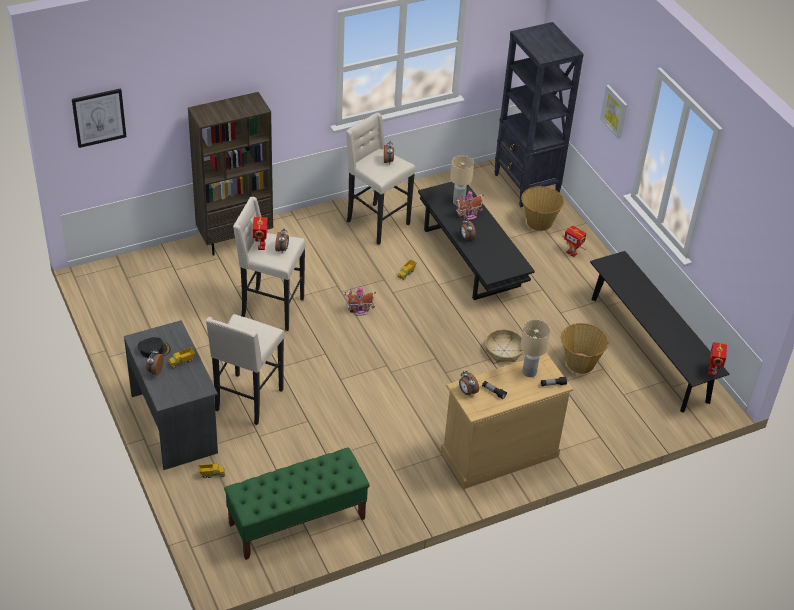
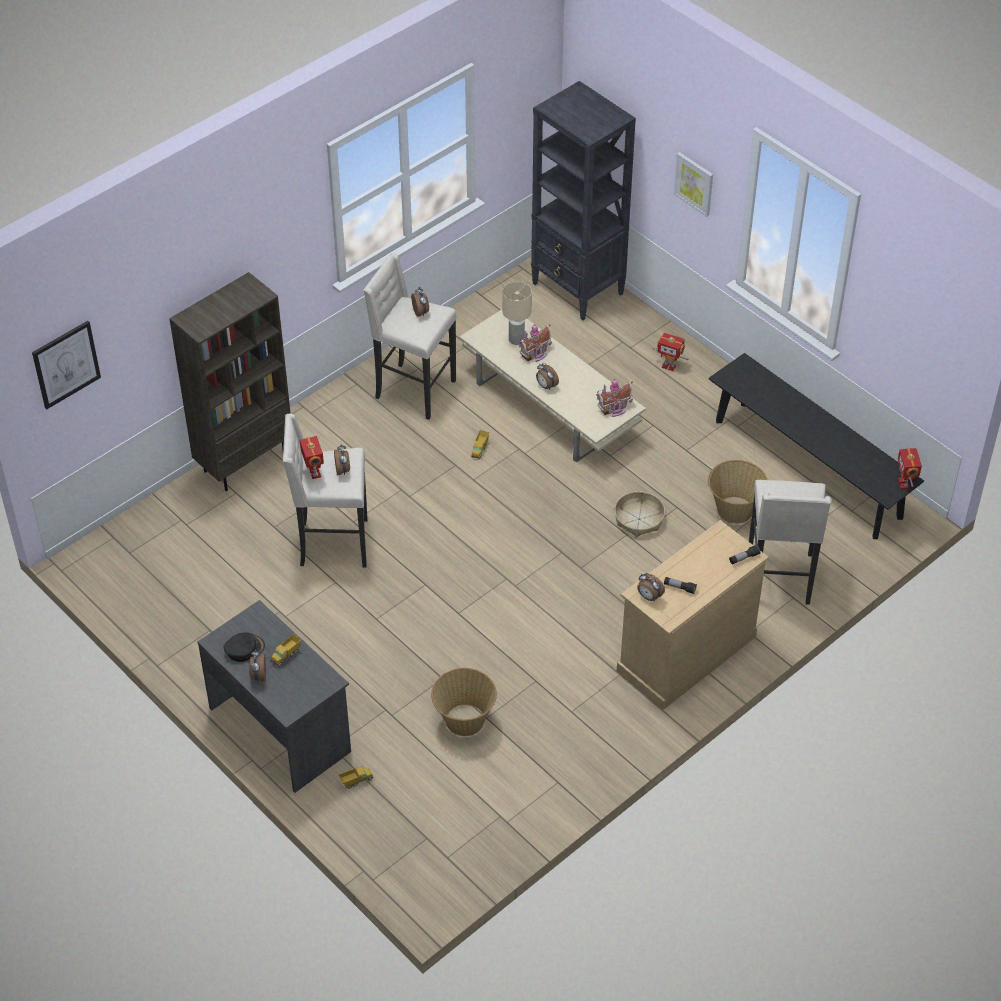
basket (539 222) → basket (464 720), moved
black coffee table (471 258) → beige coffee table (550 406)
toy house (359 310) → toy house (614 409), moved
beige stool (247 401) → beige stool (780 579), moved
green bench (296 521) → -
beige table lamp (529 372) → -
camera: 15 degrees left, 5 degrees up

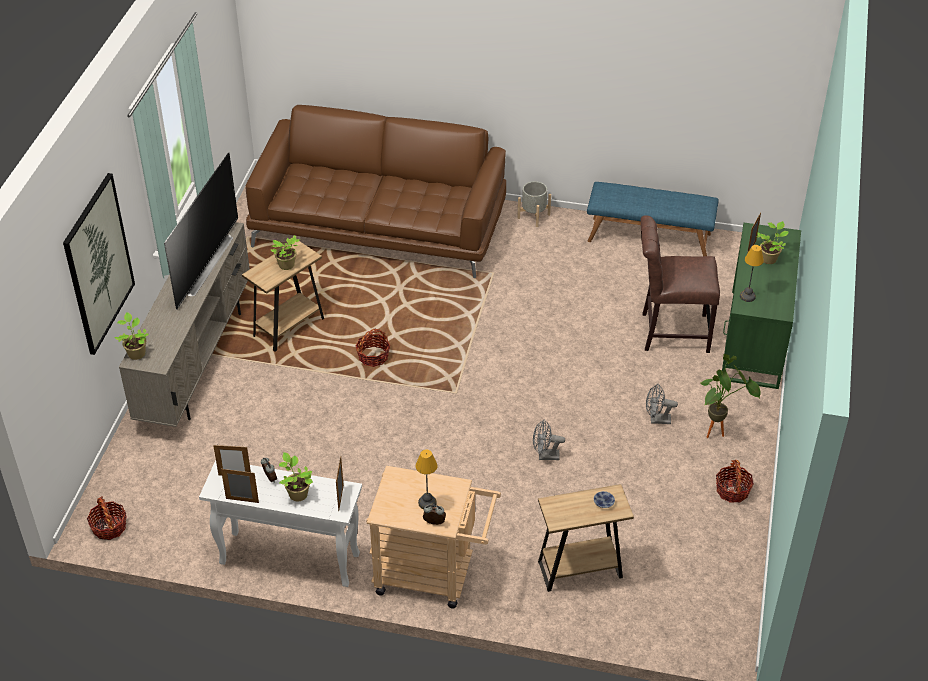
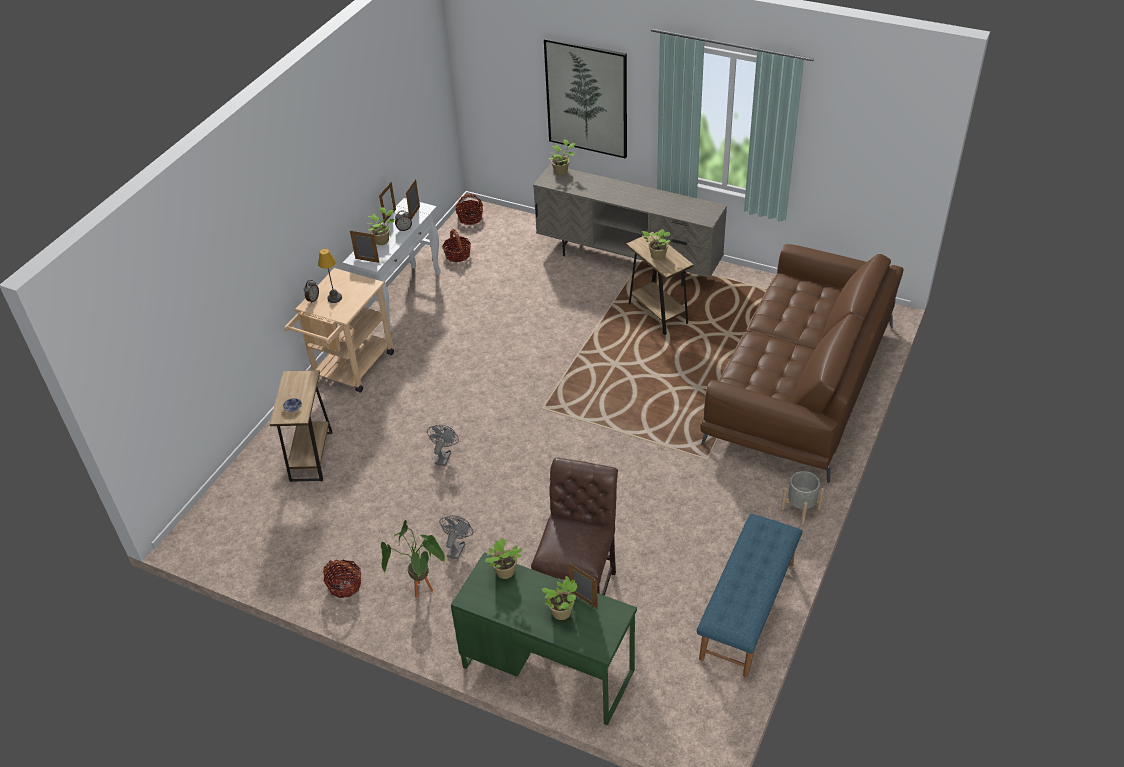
basket (373 356) → basket (458 255), moved
table lamp (747 296) → potted plant (504 573)
television (203 263) → -
camera: 105 degrees right, 0 degrees up

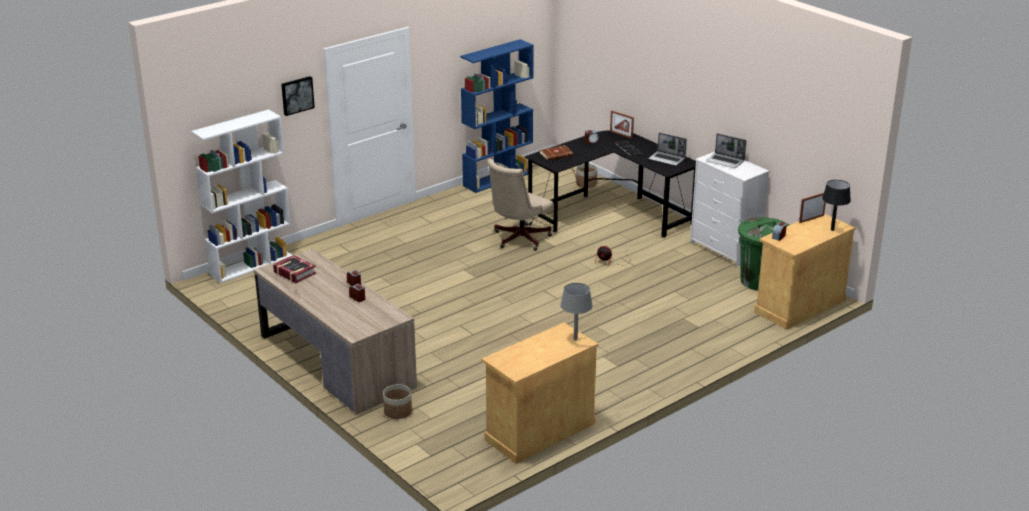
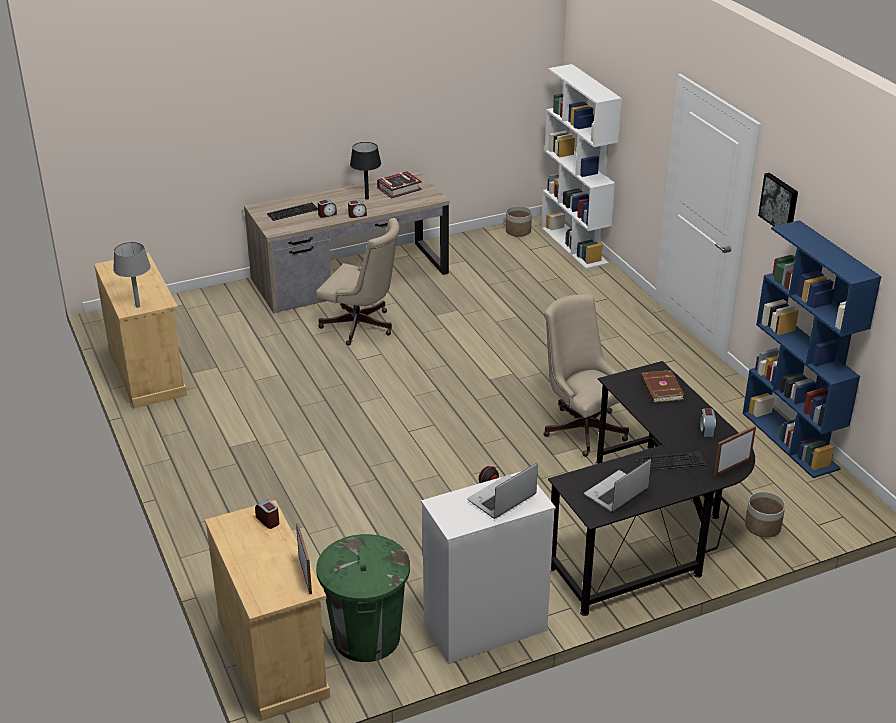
- → keyboard (293 211)
- → beige office chair (362 327)
black table lamp (832 230) → black table lamp (366 198), moved
planter (397 411) → planter (518 231), moved
picture (297 95) → picture (780 203), moved
camera: 105 degrees right, 5 degrees up

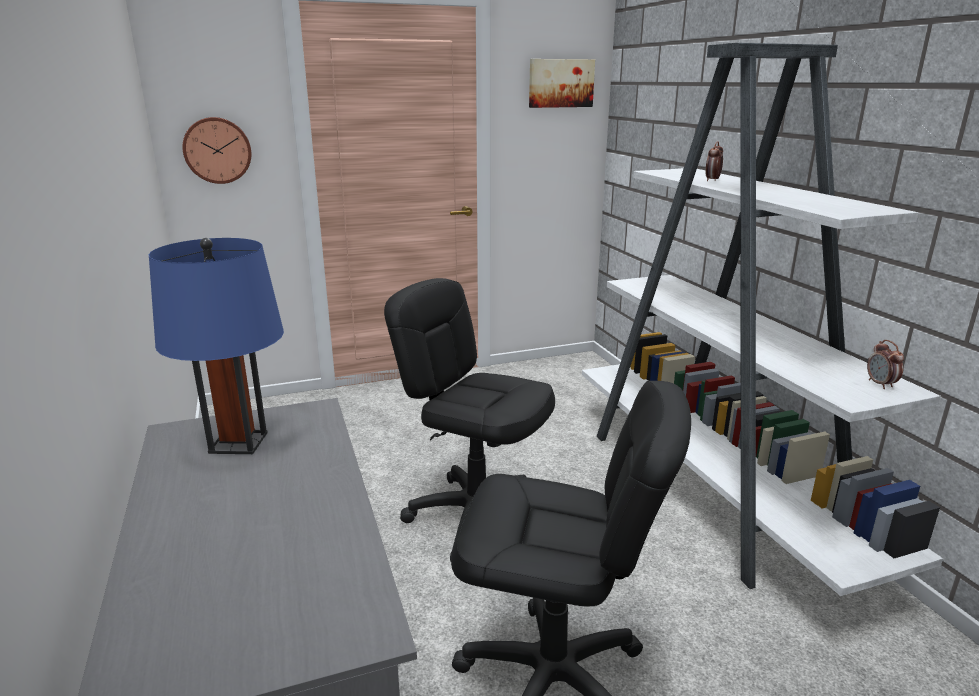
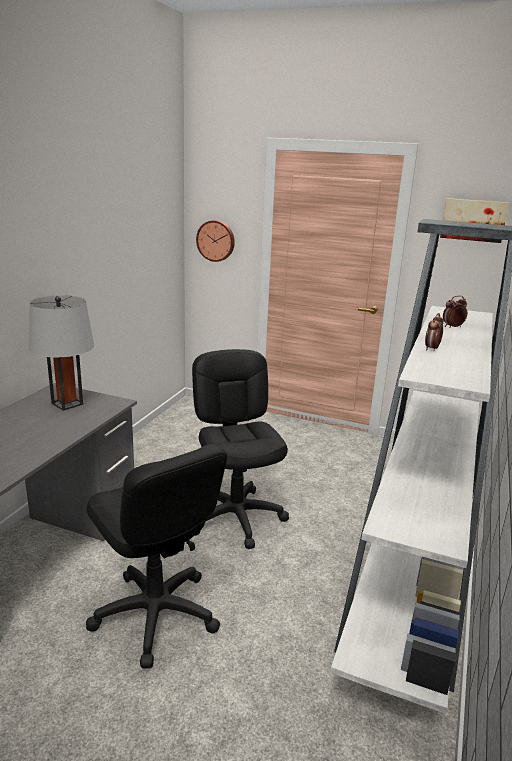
blue table lamp (238 443) → grey table lamp (67 403)
alarm clock (880 384) → alarm clock (432 349), moved
camera: 40 degrees right, 0 degrees up

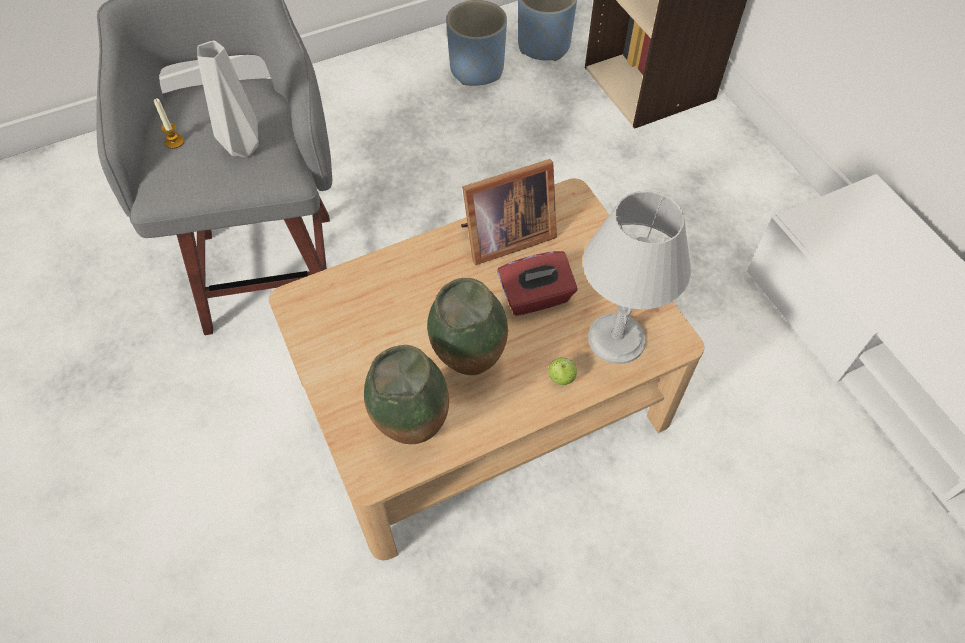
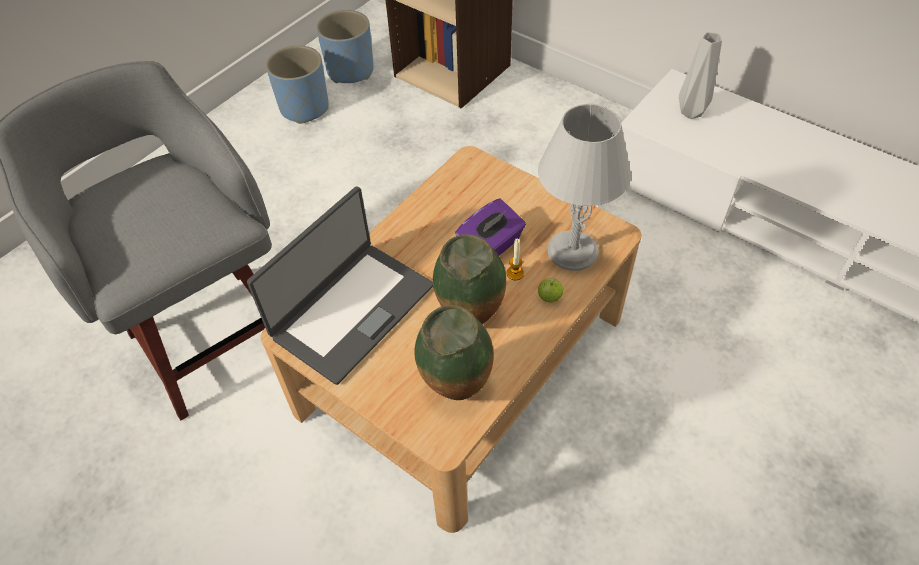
- → laptop (351 310)
red tissue box (536 297) → purple tissue box (491 246)
candle (174 142) → candle (515 273), moved
grey vase (242 149) → grey vase (692 113), moved
picture frame (503 237) → -
camera: 25 degrees left, 5 degrees down

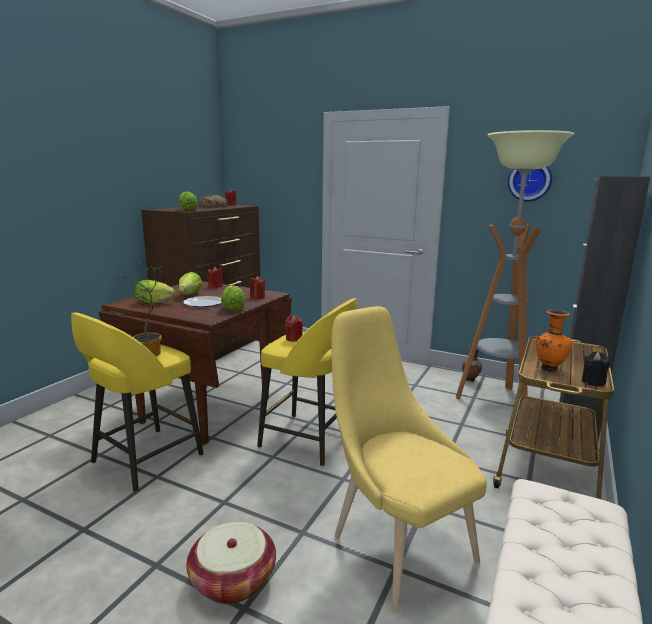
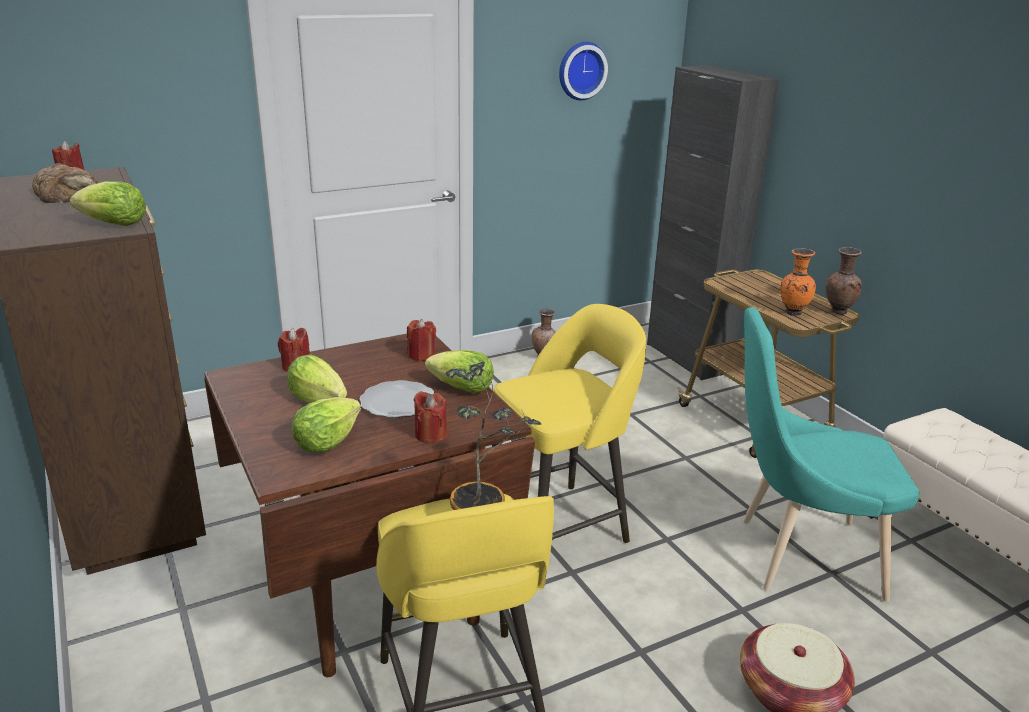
red candle (294 338) → red candle (430 434), moved
yellow chair (396 543) → turquoise chair (798 556)
black candle (593 382) → brown vase (837 311)
floor lamp (496 400) → -
camera: 55 degrees left, 10 degrees up

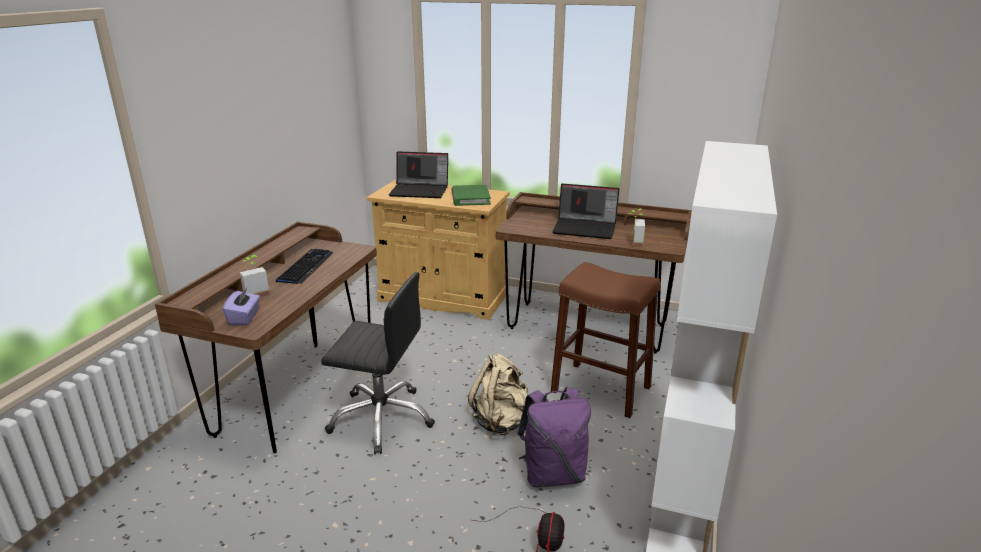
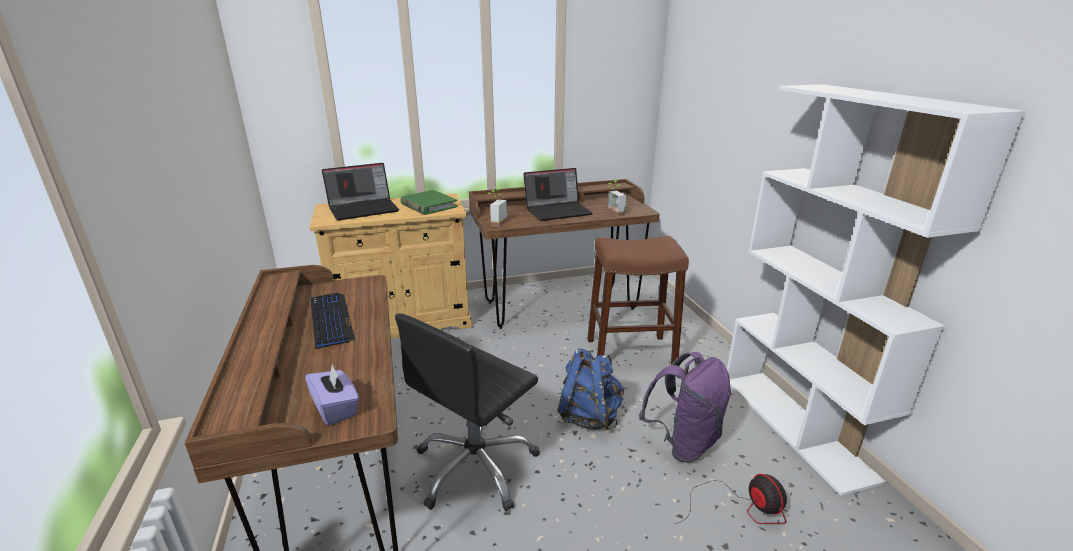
black office chair (381 418) → black office chair (476 467), 150 degrees clockwise
potted plant (255 294) → potted plant (495 223), moved
beige backpack (501 421) → blue backpack (589 416)
camera: 35 degrees left, 0 degrees up

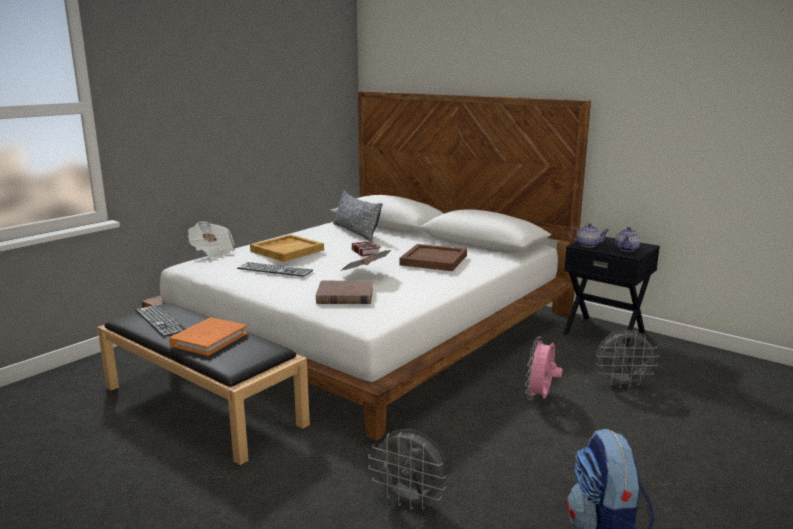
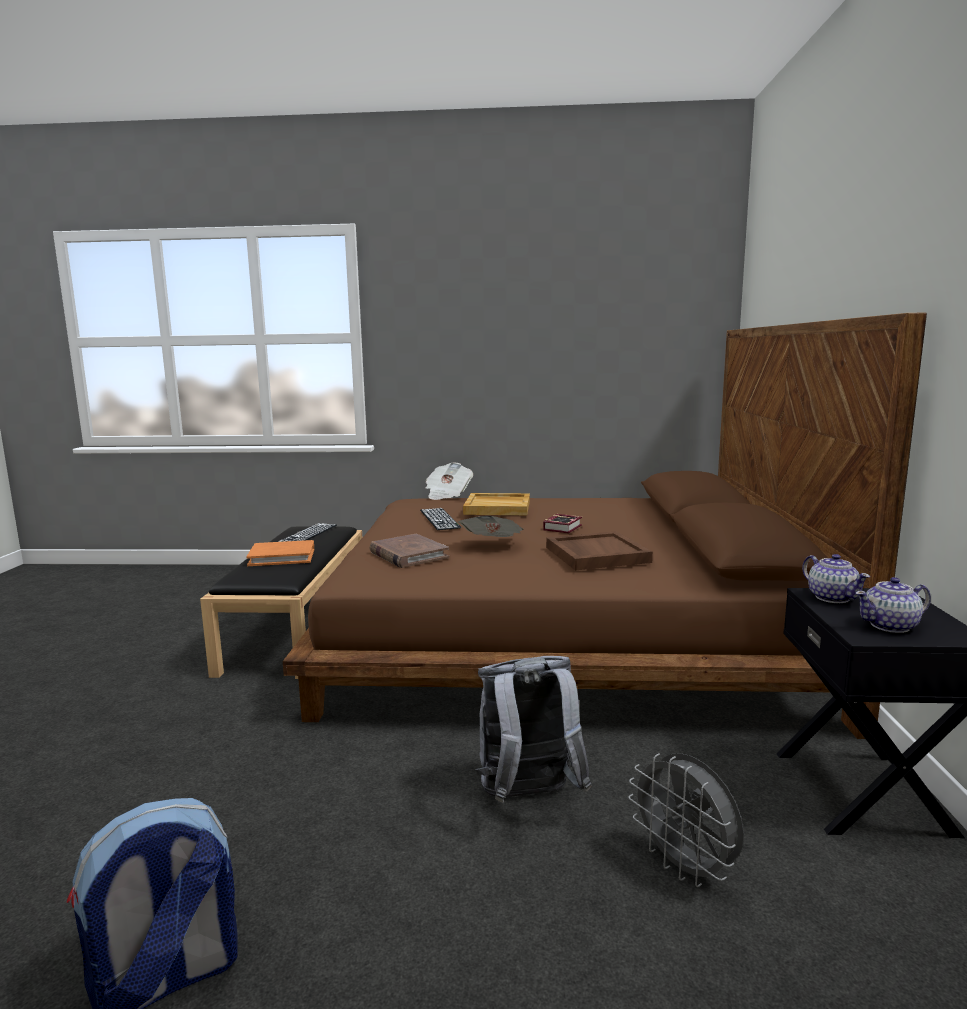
white bed (370 326) → brown bed (560 628)
pink fan (540 398) → grey backpack (528 797)
pillow (356 232) → -
grey fan (410 501) → -
camera: 55 degrees right, 5 degrees down

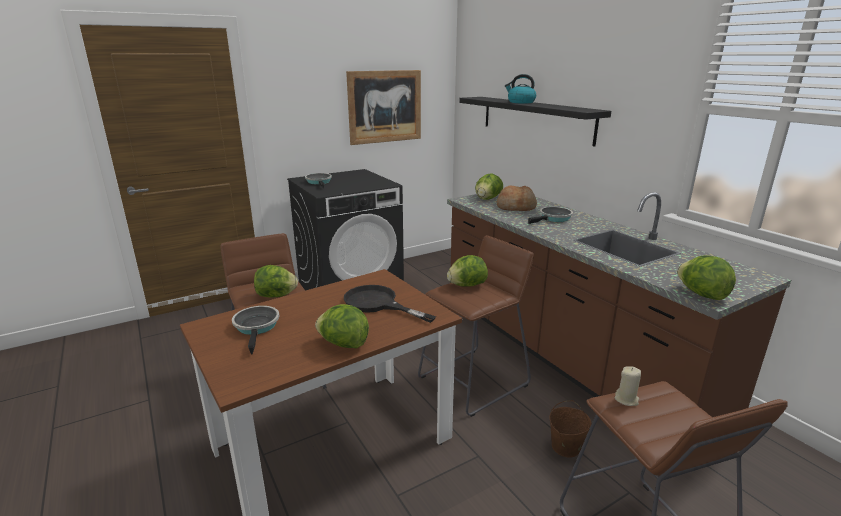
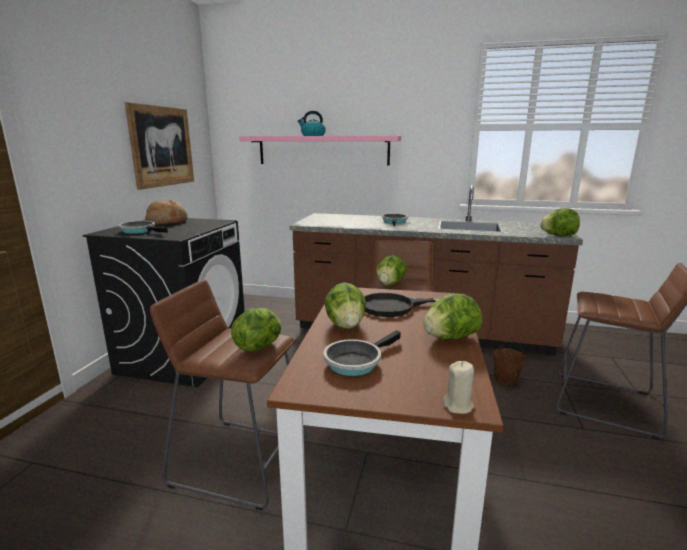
bread (516 207) → bread (167 222), moved
black shelf (535 119) → pink shelf (323 150)
frying pan (257 327) → frying pan (356 361), 75 degrees counterclockwise
lettuce (487 199) → lettuce (346 325), moved
beige candle (626 399) → beige candle (458 406), moved
camera: 45 degrees left, 5 degrees down

